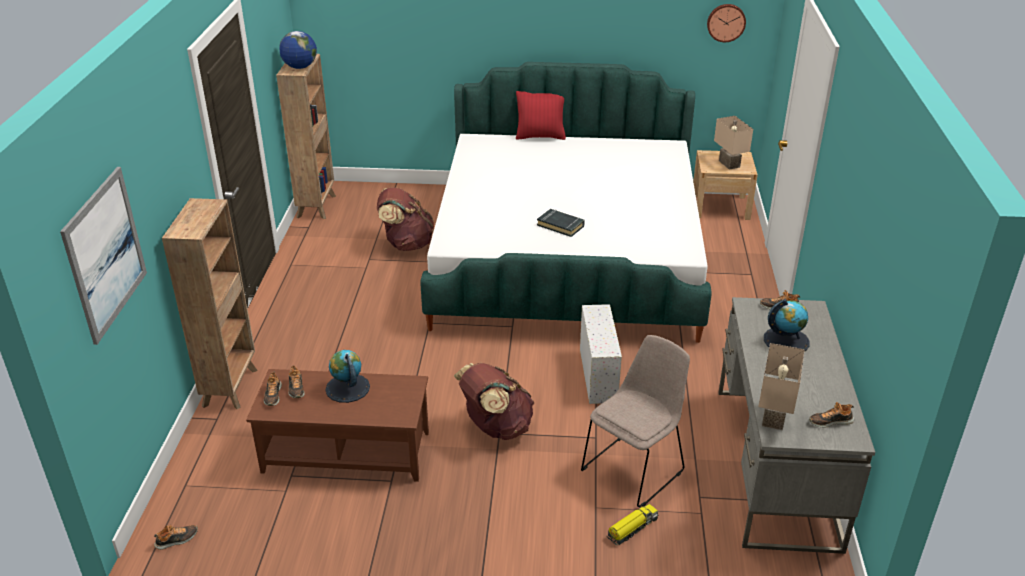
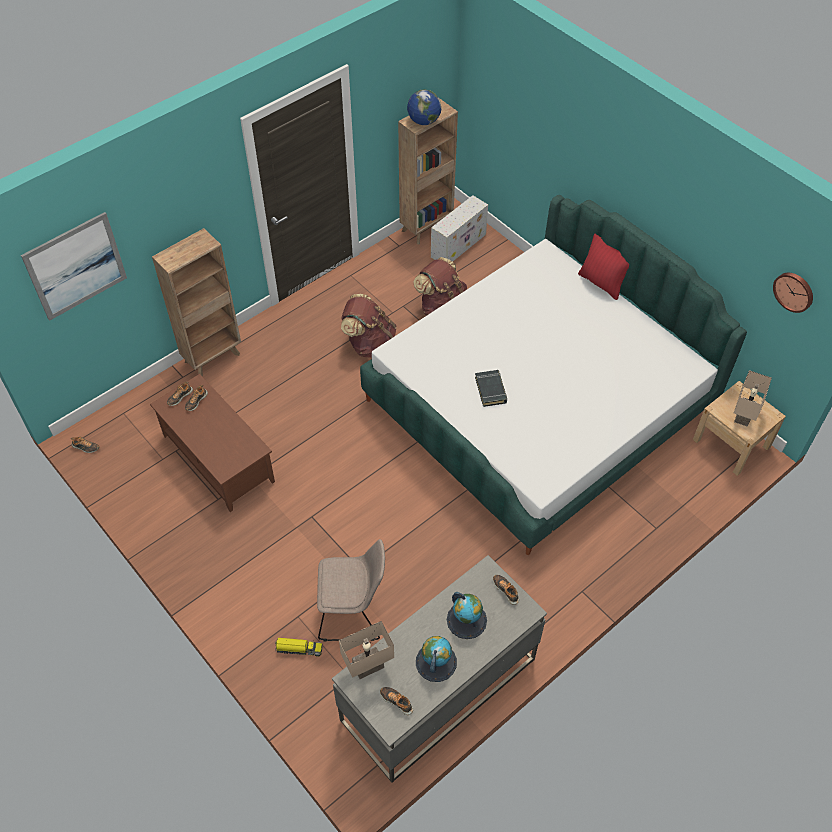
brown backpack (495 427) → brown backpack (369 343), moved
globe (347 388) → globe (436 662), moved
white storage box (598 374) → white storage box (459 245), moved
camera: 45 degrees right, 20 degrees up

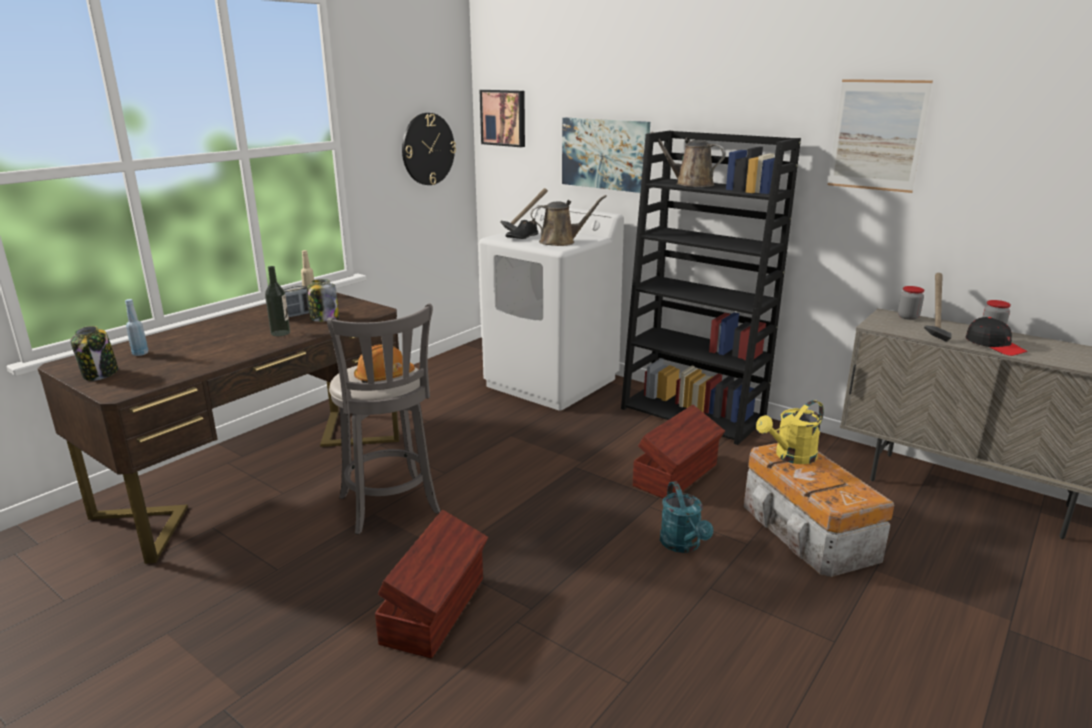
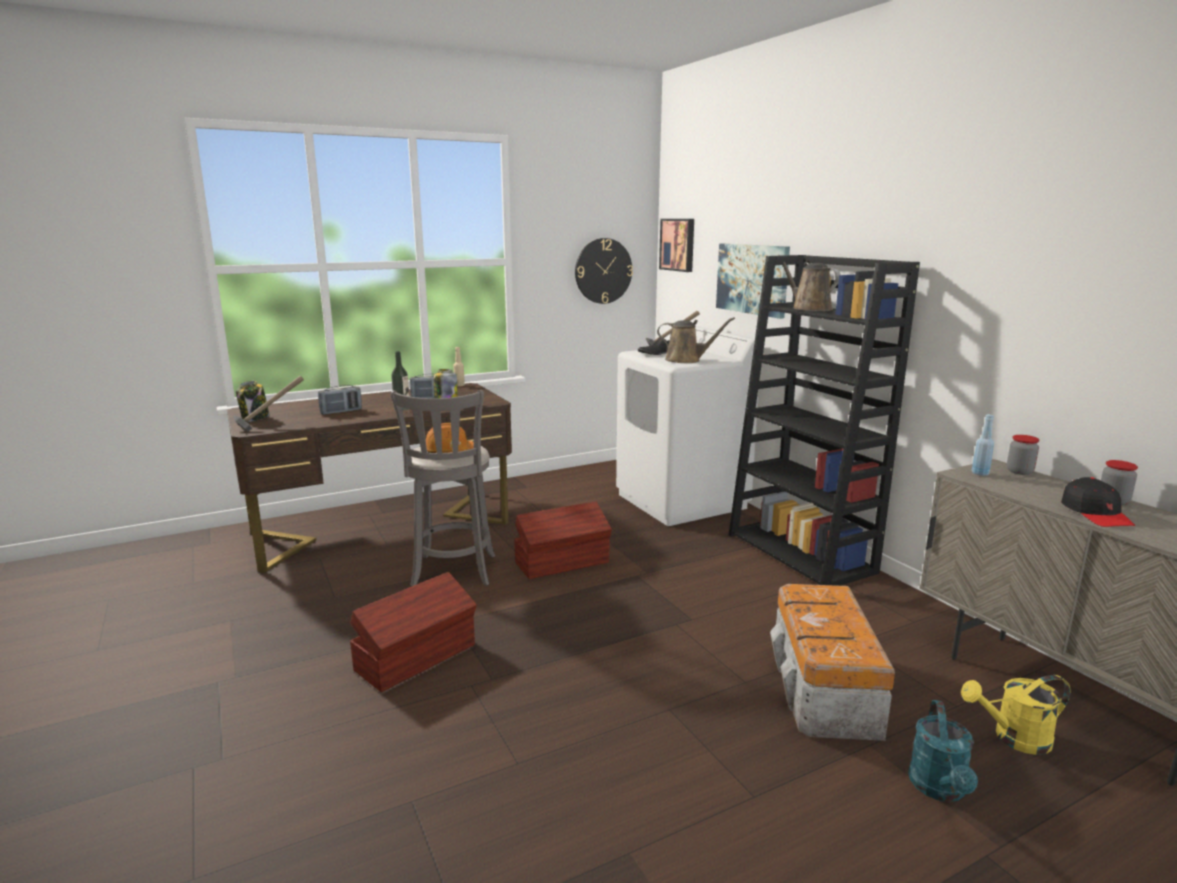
hammer (932 331) → hammer (270 425), moved
- → radio (341 412)
brown storage box (677 475) → brown storage box (563 563), moved
turquoise watering can (683 545) → turquoise watering can (939 789), moved
yellow watering can (790 457) → yellow watering can (1013 739), moved
blue bottle (140 353) → blue bottle (980 473), moved
picture (877 135) → -
camera: 25 degrees right, 5 degrees down

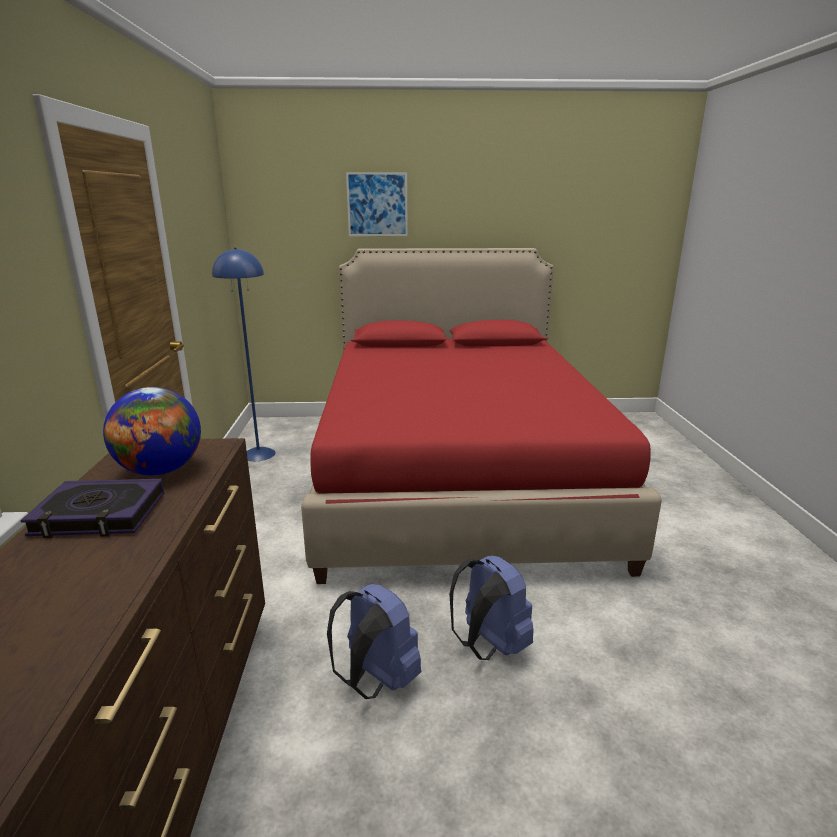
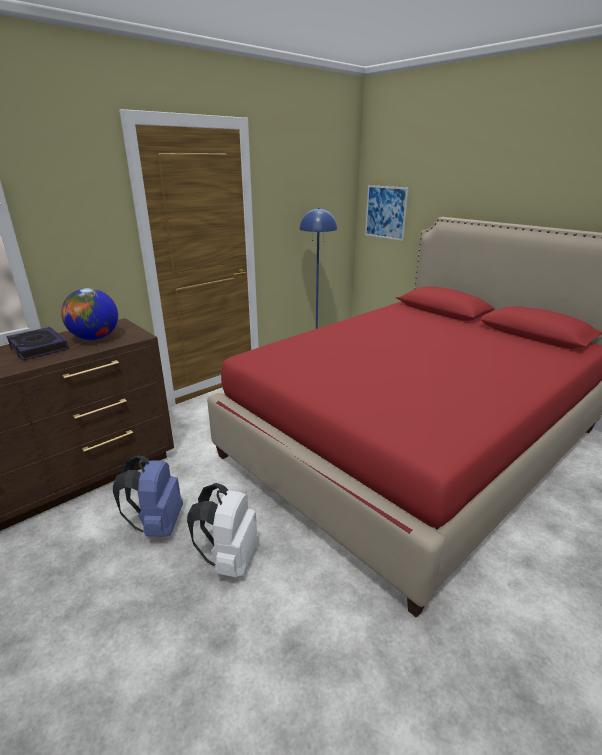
blue backpack (489 645) → white backpack (230 559)
picture (377 204) → picture (385 212), moved
camera: 50 degrees right, 5 degrees up

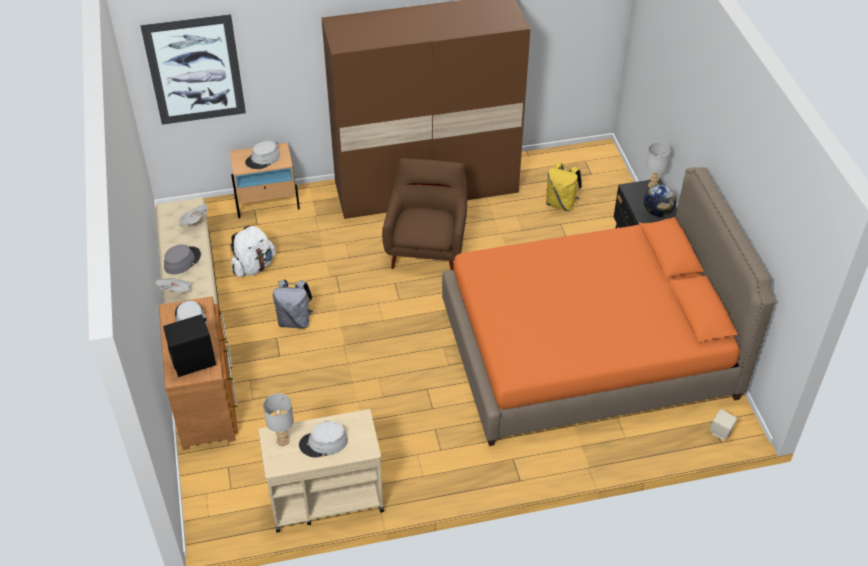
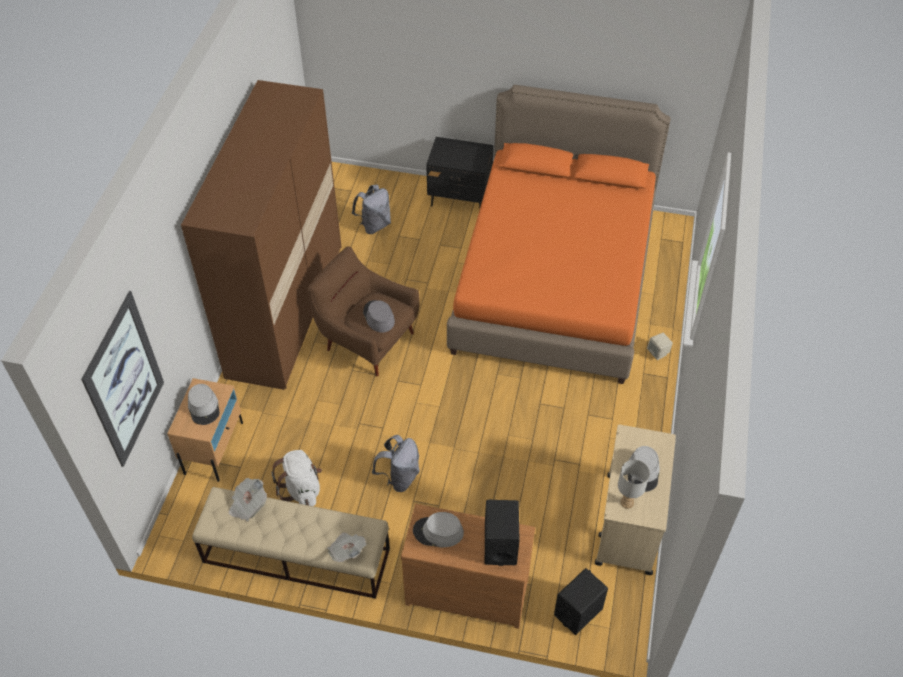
yellow backpack (561 204) → grey backpack (374 225)
grey hat (182 261) → grey hat (378 317), moved
- → black speaker (578 612)
beige speaker (720 432) → beige speaker (658 353), moved
globe (657 212) → -
grey table lamp (653 185) → -
camera: 65 degrees left, 5 degrees up

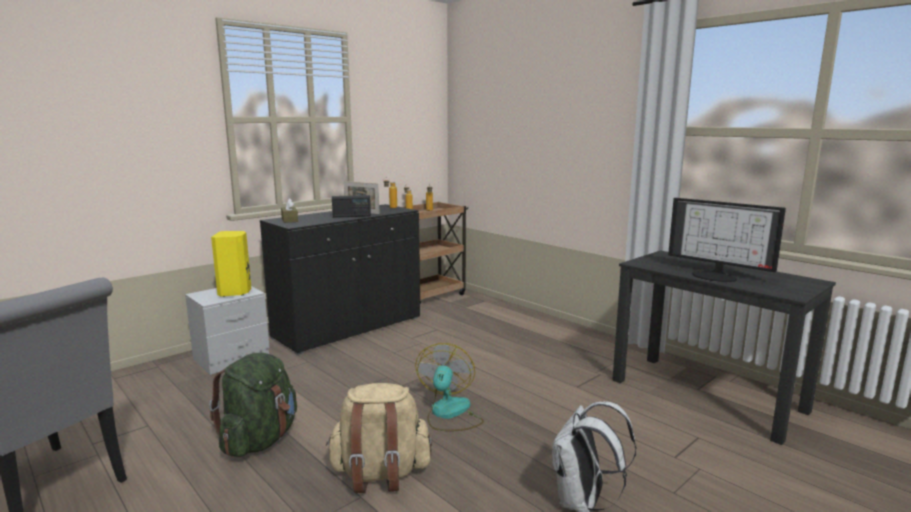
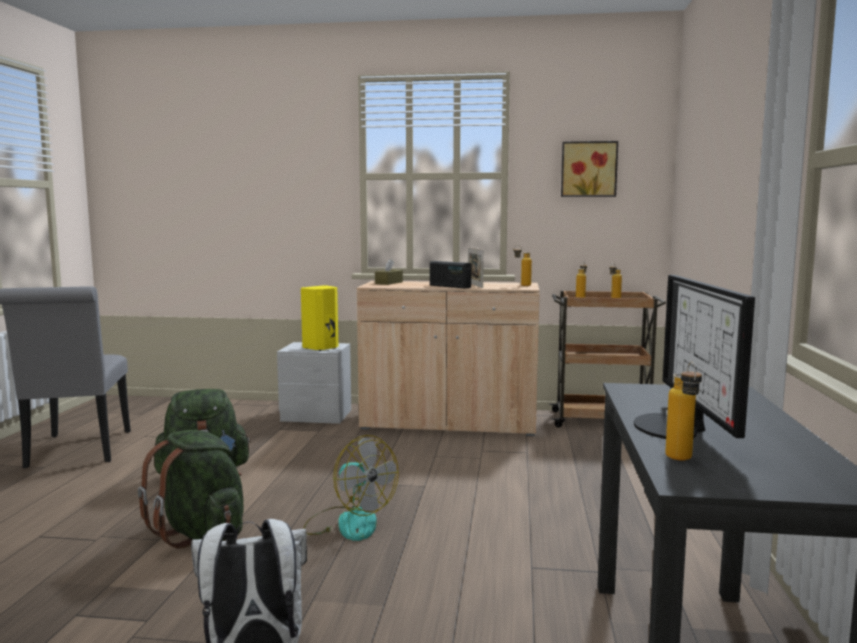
beige backpack (380 474) → green backpack (201 533)
fan (449 414) → fan (348 522), 75 degrees clockwise
black cabinet (348 328) → beige cabinet (449 423)
- → picture (588 169)
- → bottle (681 460)
camera: 50 degrees right, 5 degrees down

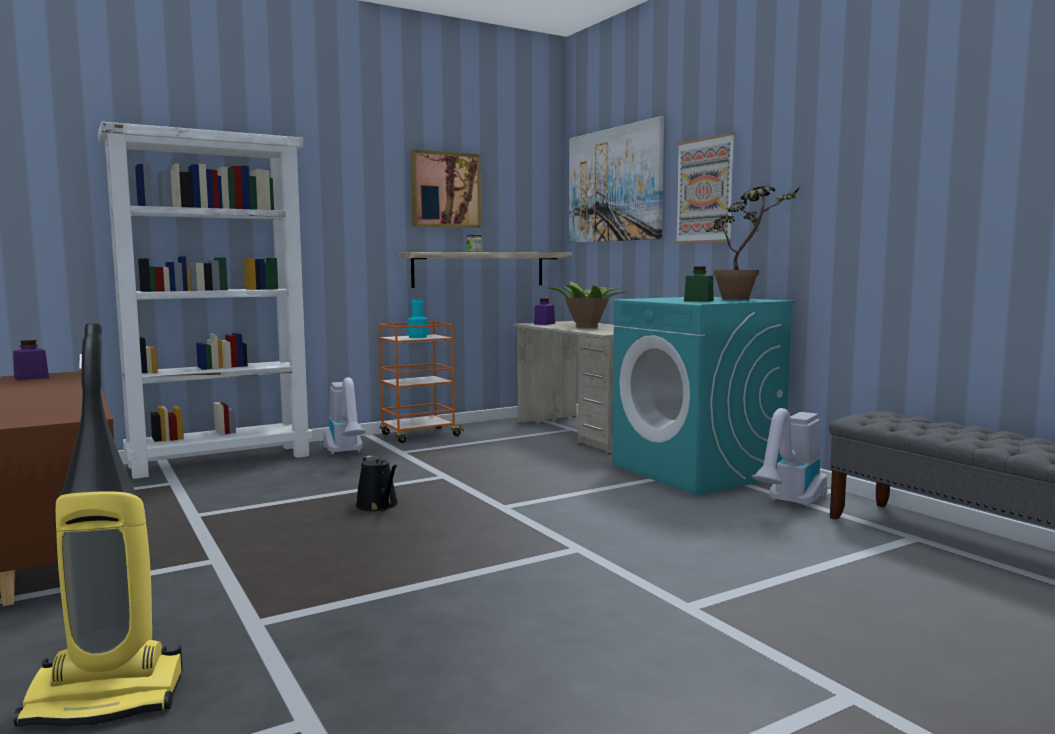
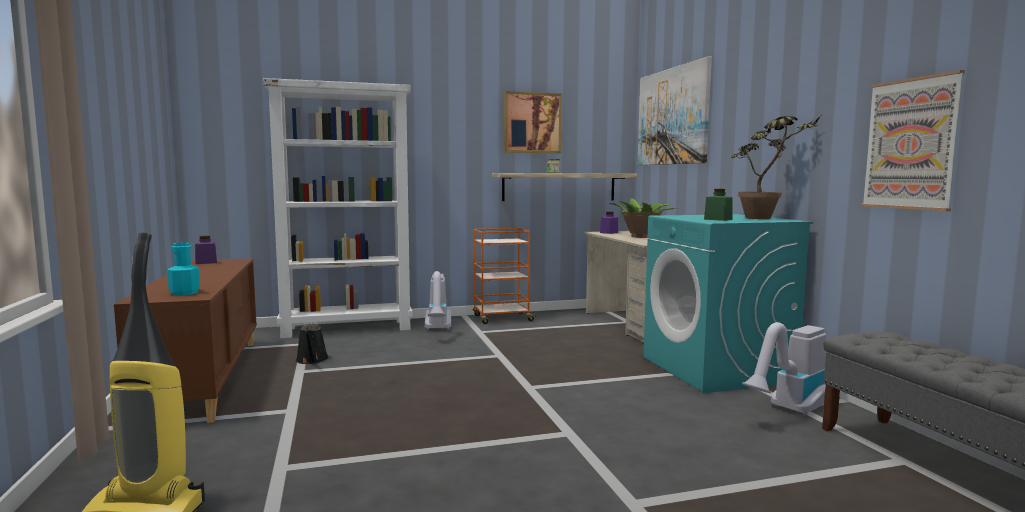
turquoise bottle (417 337) → turquoise bottle (184 293), moved
black watering can (378 506) → black watering can (312 360), moved
picture (705 190) → picture (910 144), moved
camera: 15 degrees right, 0 degrees up

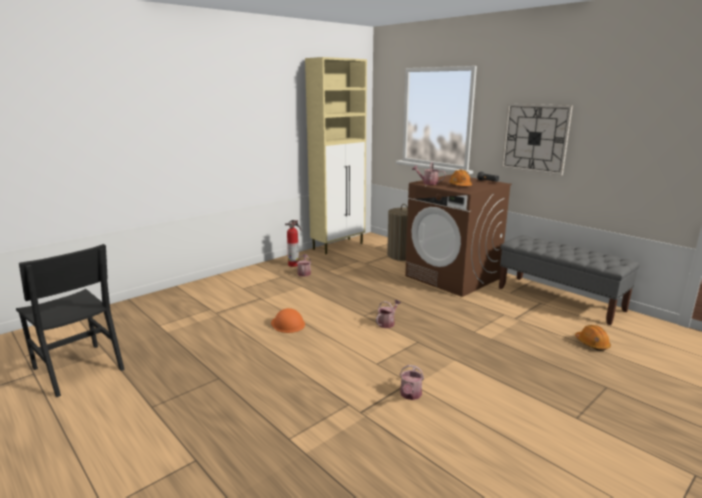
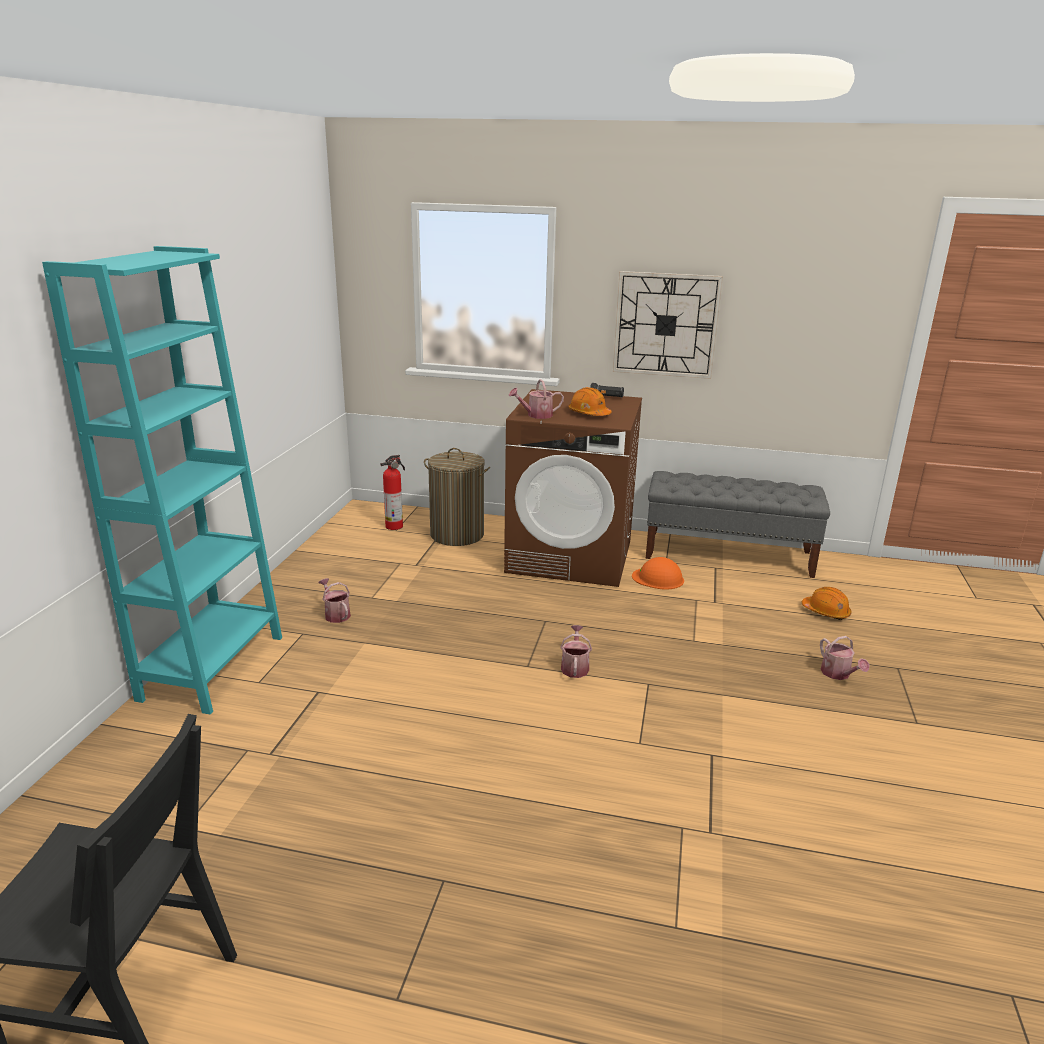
- → turquoise bookcase (212 667)
fire extinguisher (294 264) → fire extinguisher (395 526), moved
orange hard hat (288 324) → orange hard hat (658 578), moved
watering can (410 395) → watering can (838 674), moved
beige cabinet (338 246) → -
camera: 35 degrees left, 5 degrees up

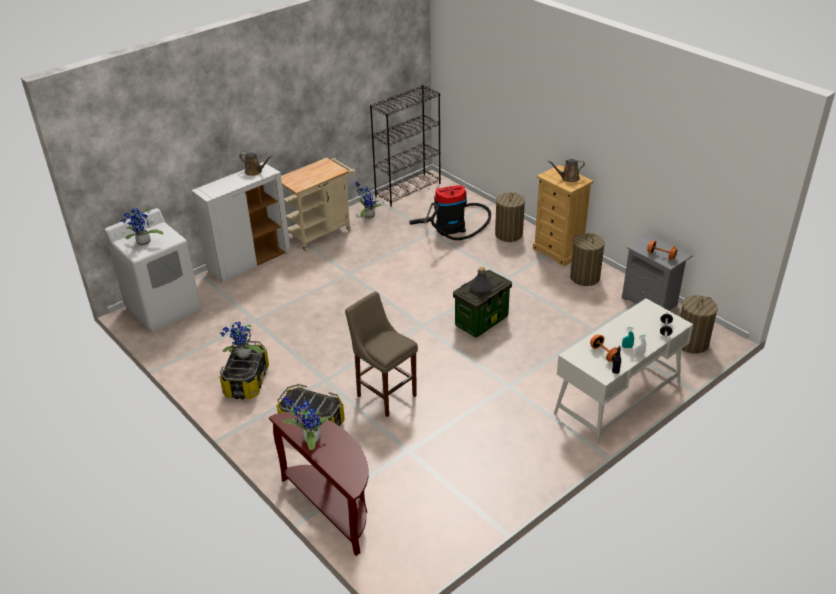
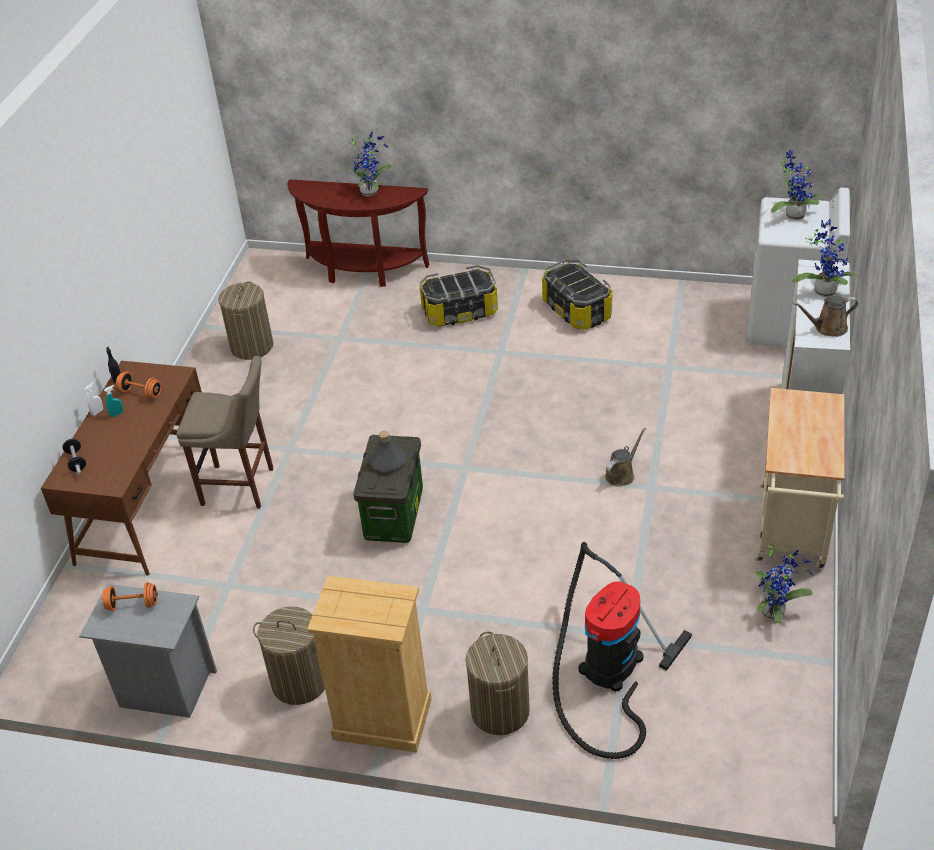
white desk (617 397) → brown desk (147 503)
beige stool (384 394) → beige stool (241 487), moved
laundry basket (691 343) → laundry basket (252 346), moved
brown watering can (568 178) → brown watering can (621 474), moved
potted plant (243 356) → potted plant (823 290), moved
black bookcase (408 190) → -
camera: 145 degrees right, 5 degrees up

